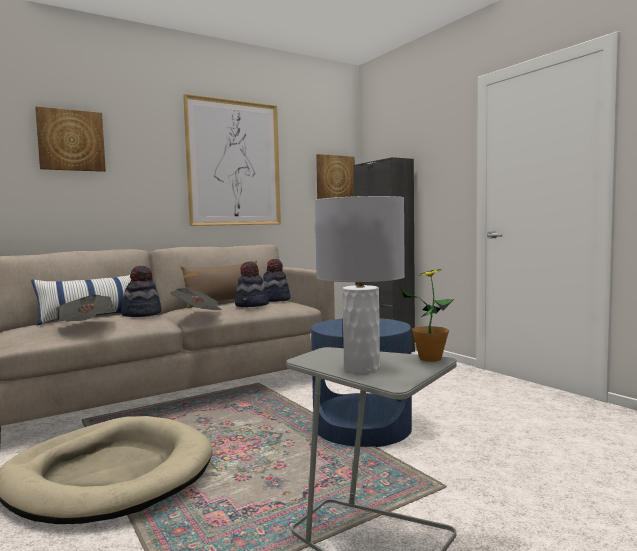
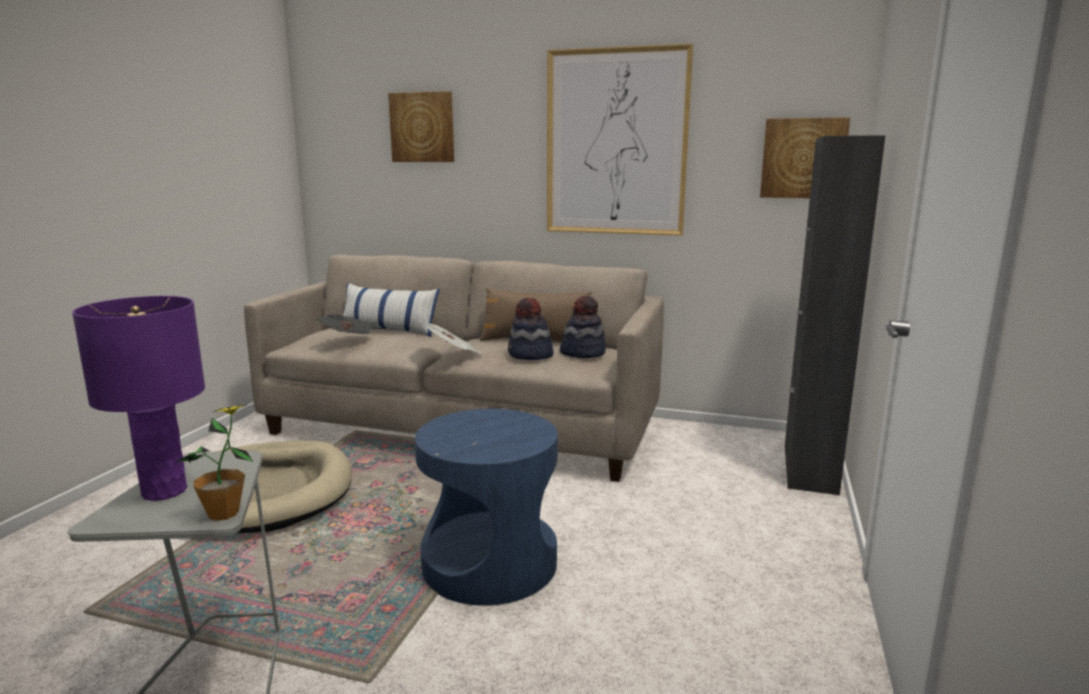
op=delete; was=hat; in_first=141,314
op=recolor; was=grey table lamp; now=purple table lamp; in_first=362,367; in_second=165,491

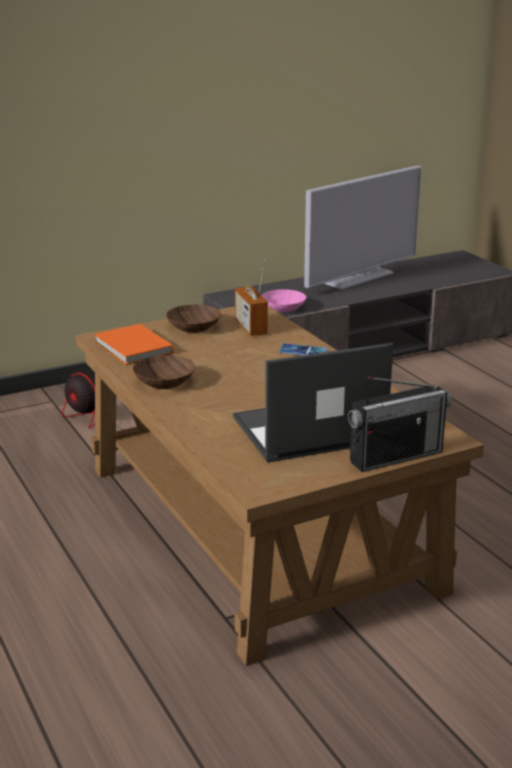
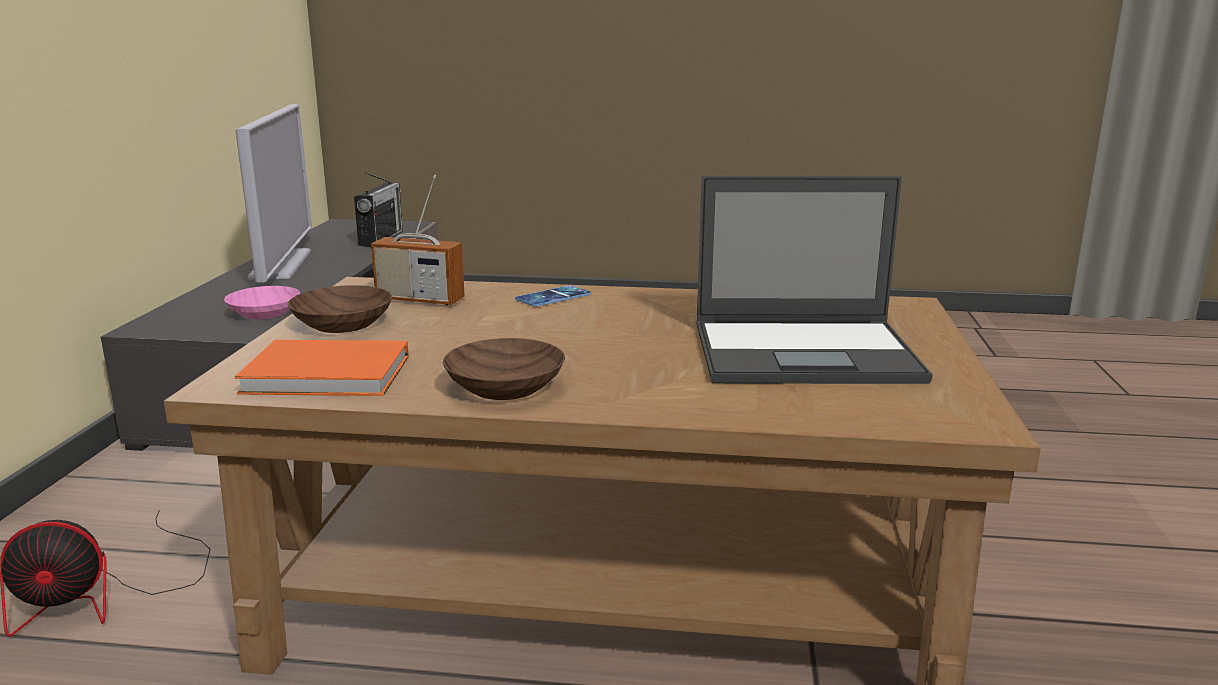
op=move; was=radio; in_first=396,457; in_second=381,238
op=rotate; was=laptop; in_first=307,430; in_second=807,353; clockwise=-105

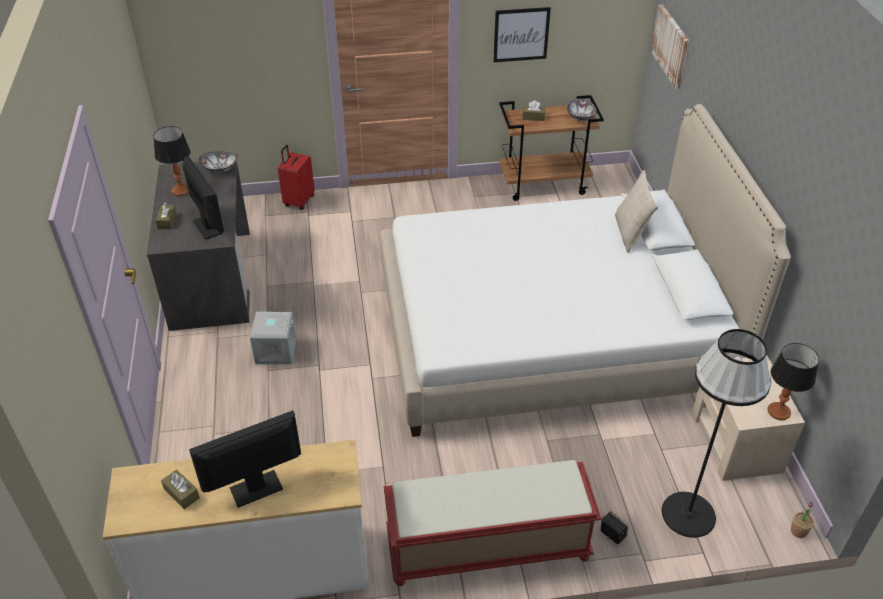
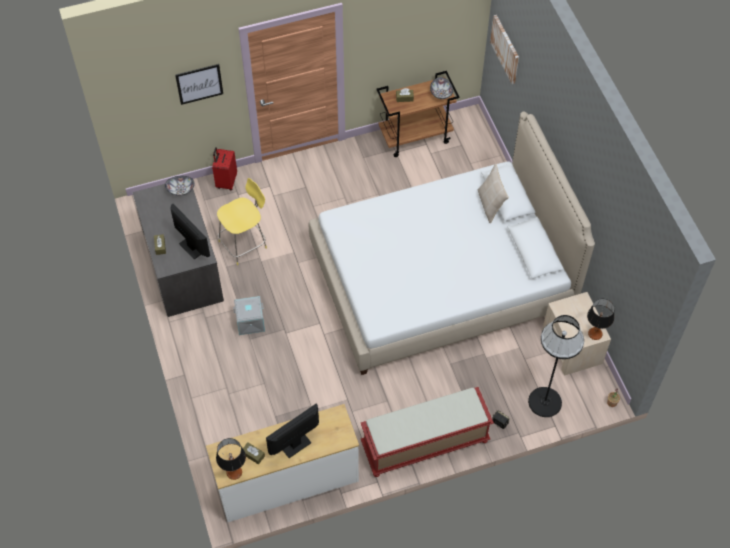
op=insert; now=yellow stool; in_second=244,243
op=move; was=table lamp; in_first=181,190; in_second=234,472
op=move; was=picture; in_first=521,34; in_second=199,84

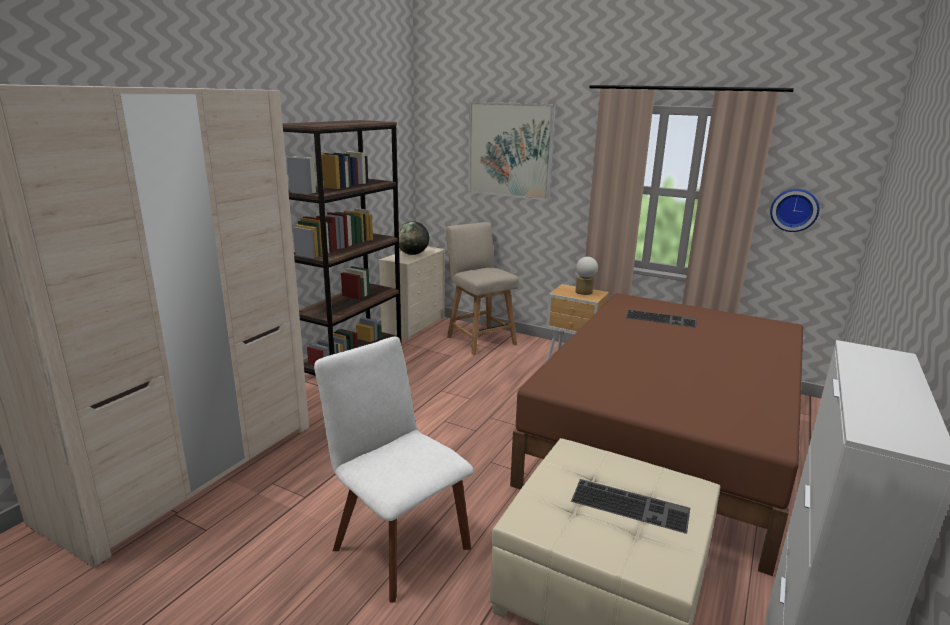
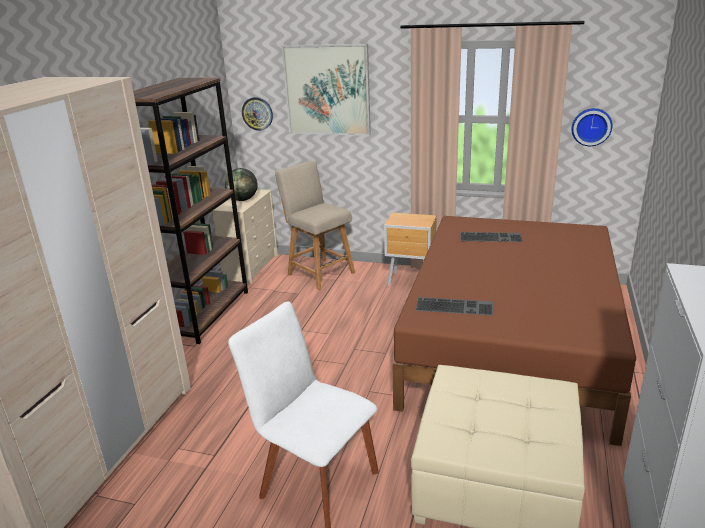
op=delete; was=table lamp; in_first=584,293
op=insert; now=wall clock; in_second=257,113
op=move; was=keyboard; in_first=631,504; in_second=455,306

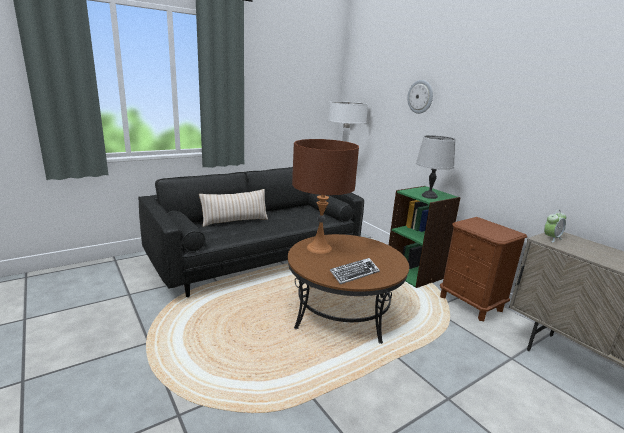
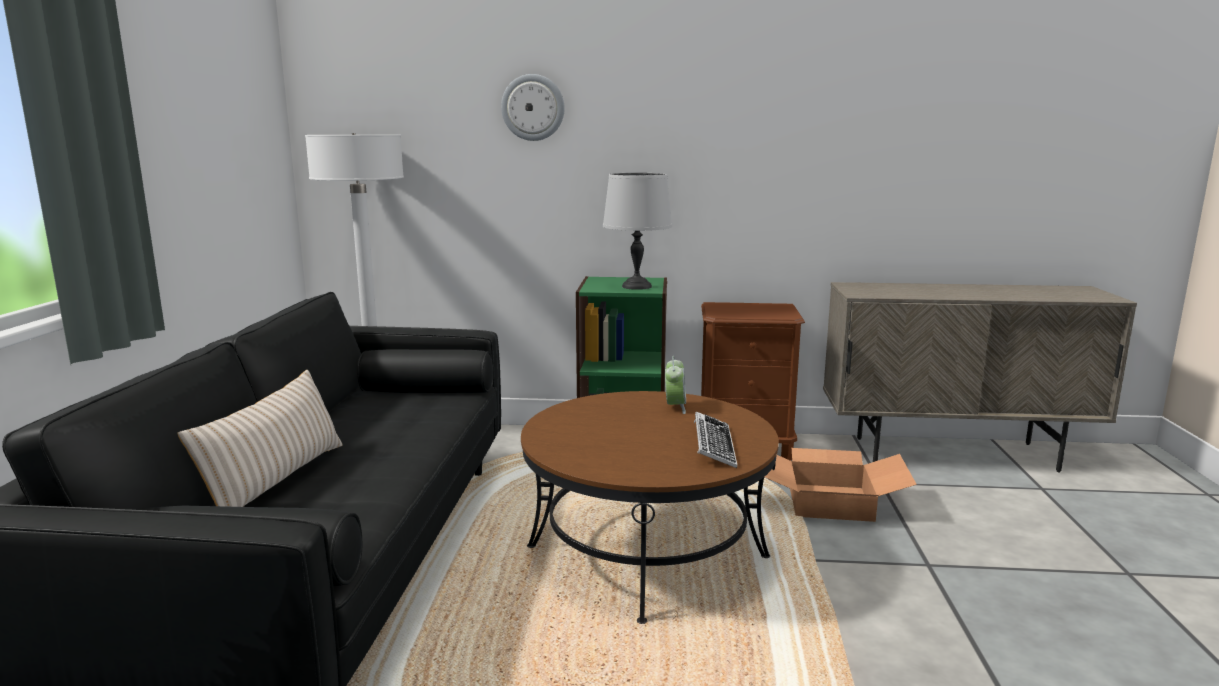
op=delete; was=brown table lamp; in_first=319,248
op=insert; now=cardboard box; in_second=831,501
op=move; was=alarm clock; in_first=551,238; in_second=675,407

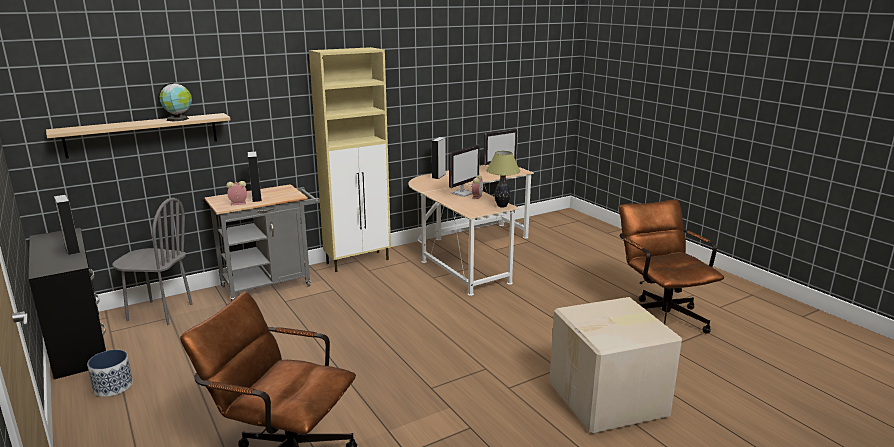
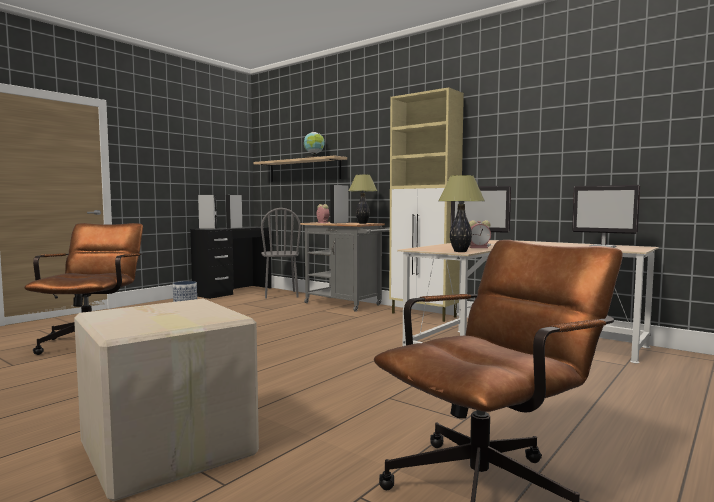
op=insert; now=table lamp; in_second=362,223
op=move; was=grey speaker; in_first=438,176; in_second=208,228

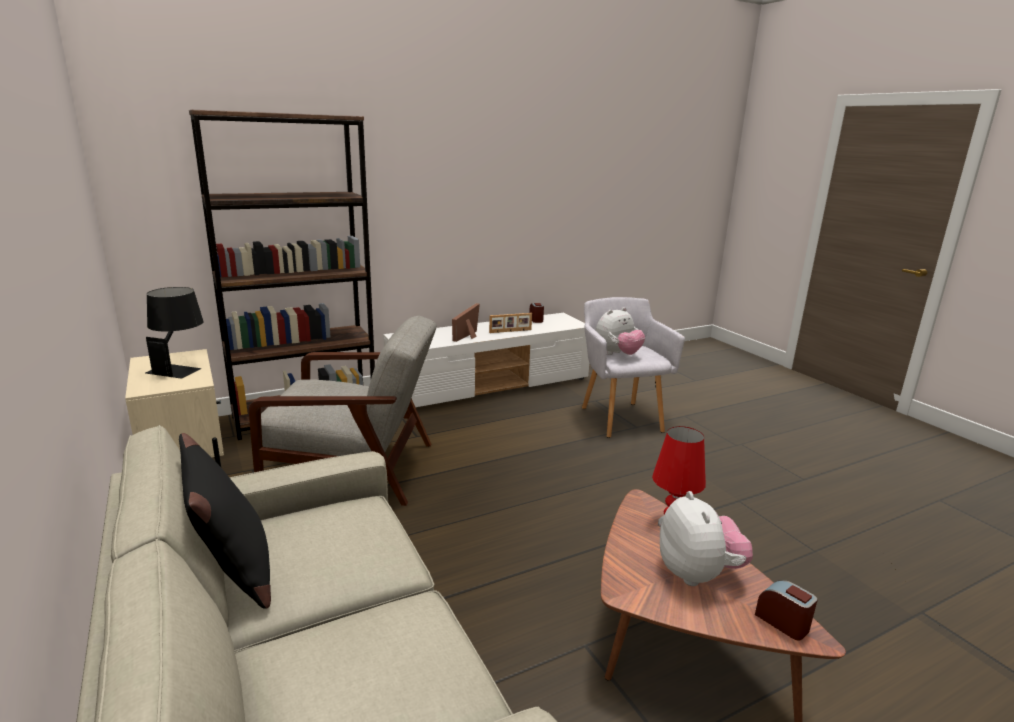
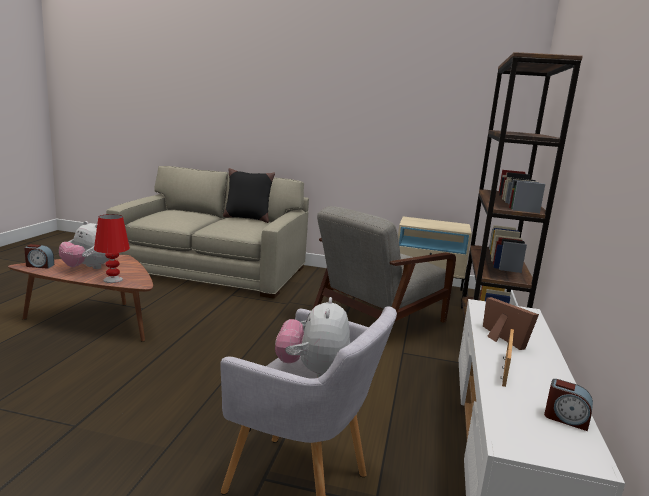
op=delete; was=black table lamp; in_first=180,367

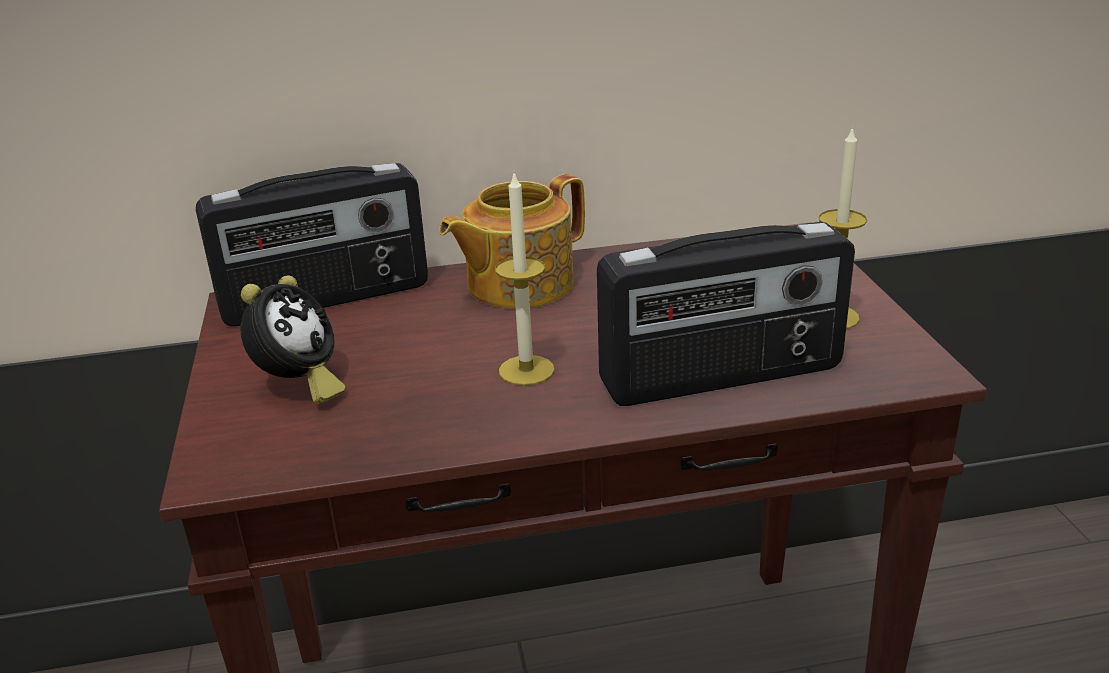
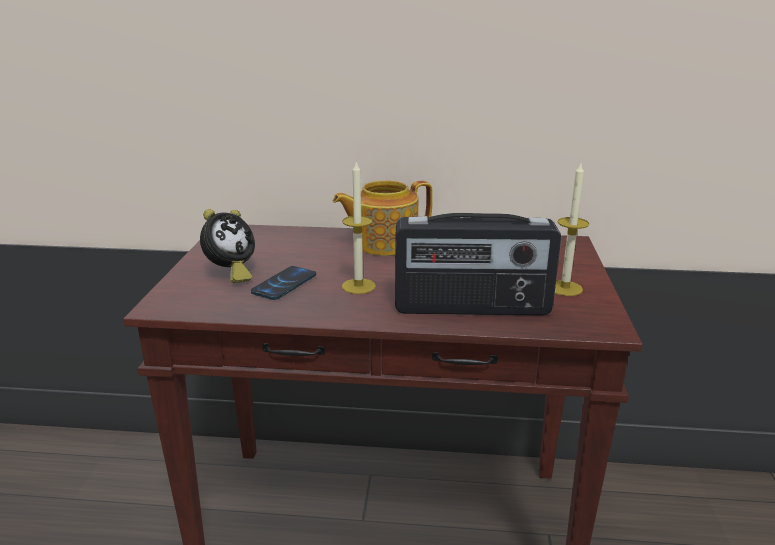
op=delete; was=radio; in_first=326,299
op=insert; now=phone; in_second=284,284

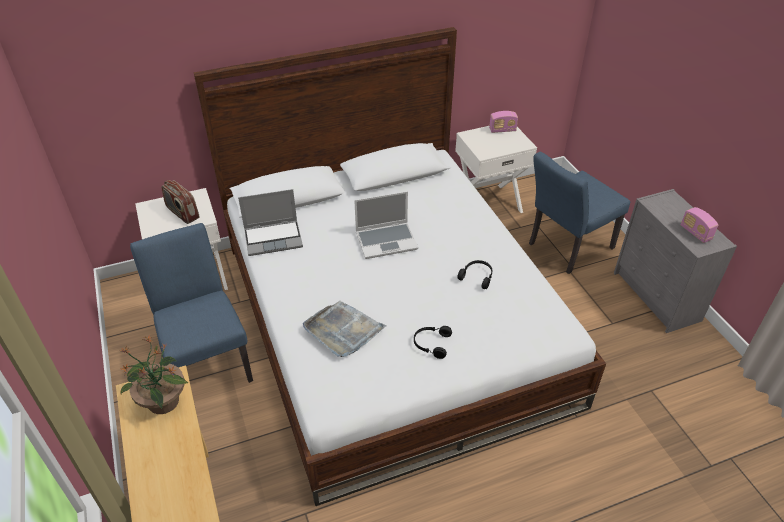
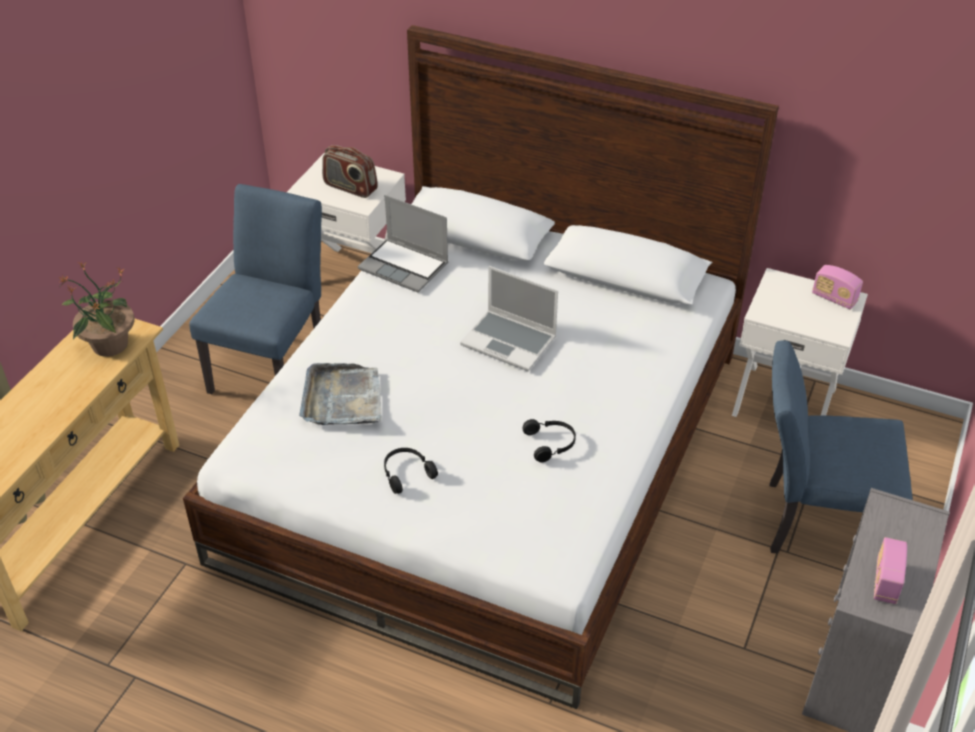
op=rotate; was=radio; in_first=182,213; in_second=350,187; clockwise=-60

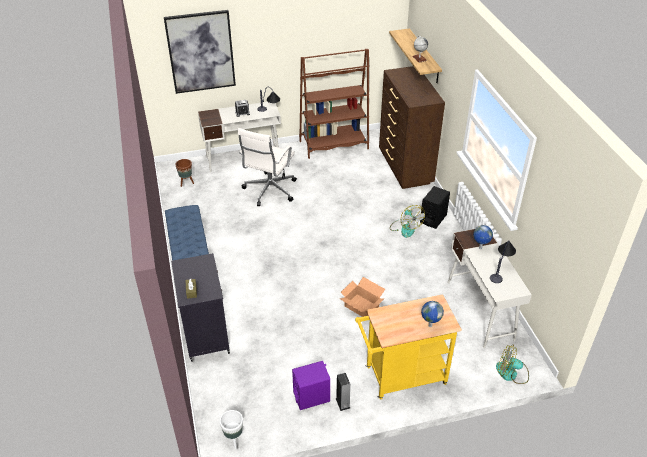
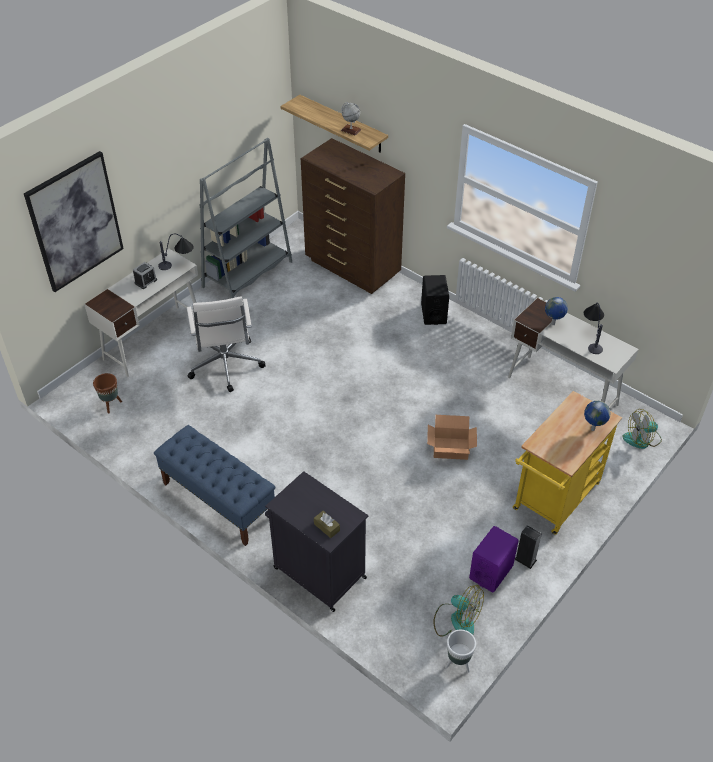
op=move; was=fan; in_first=405,228; in_second=456,620
op=recolor; was=brown bookcase; now=grey bookcase; in_first=334,145; in_second=247,274

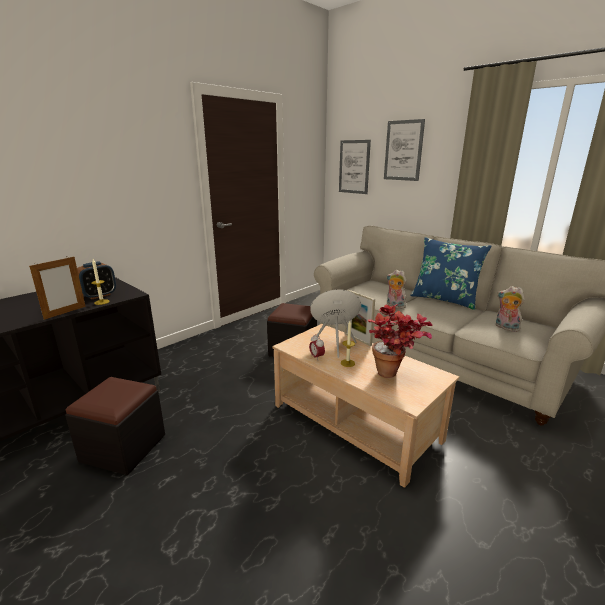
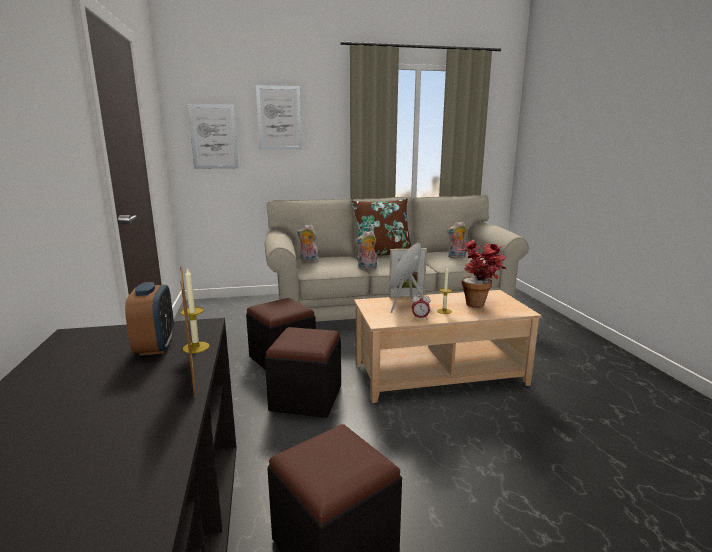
op=insert; now=black ottoman; in_second=306,398
op=insert; now=plush toy; in_second=308,261
op=recolor; was=blue pillow; now=brown pillow; in_first=444,299; in_second=382,255

